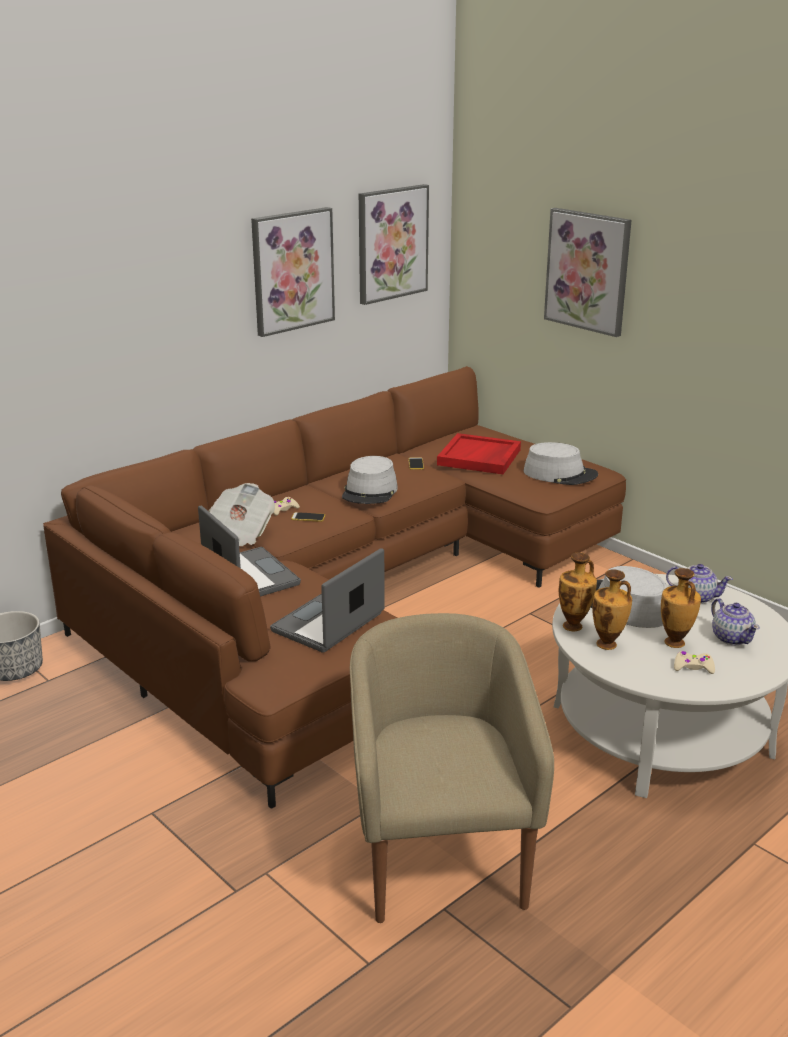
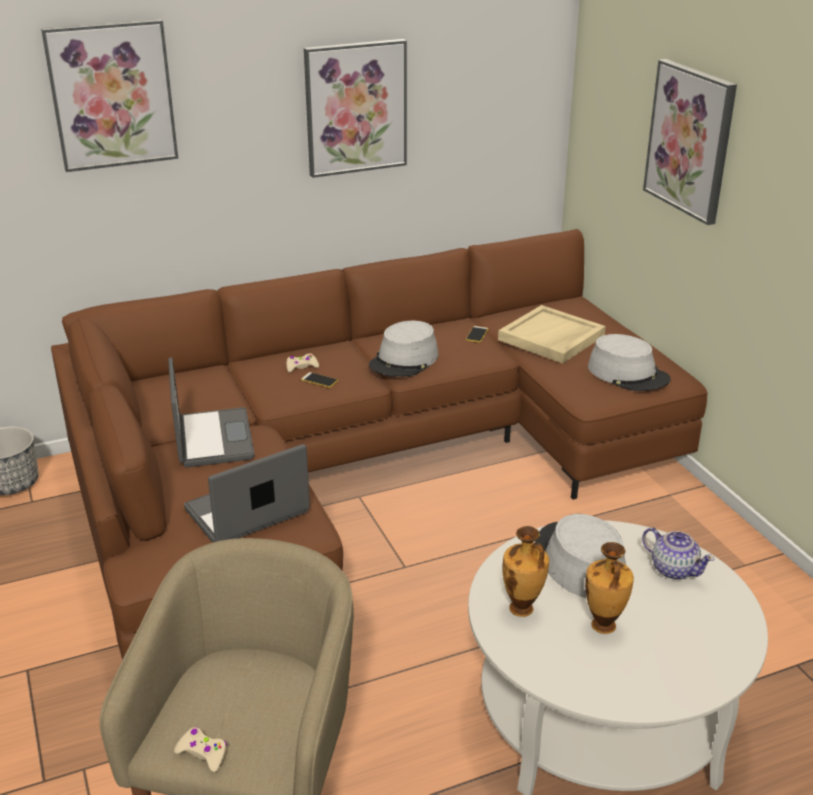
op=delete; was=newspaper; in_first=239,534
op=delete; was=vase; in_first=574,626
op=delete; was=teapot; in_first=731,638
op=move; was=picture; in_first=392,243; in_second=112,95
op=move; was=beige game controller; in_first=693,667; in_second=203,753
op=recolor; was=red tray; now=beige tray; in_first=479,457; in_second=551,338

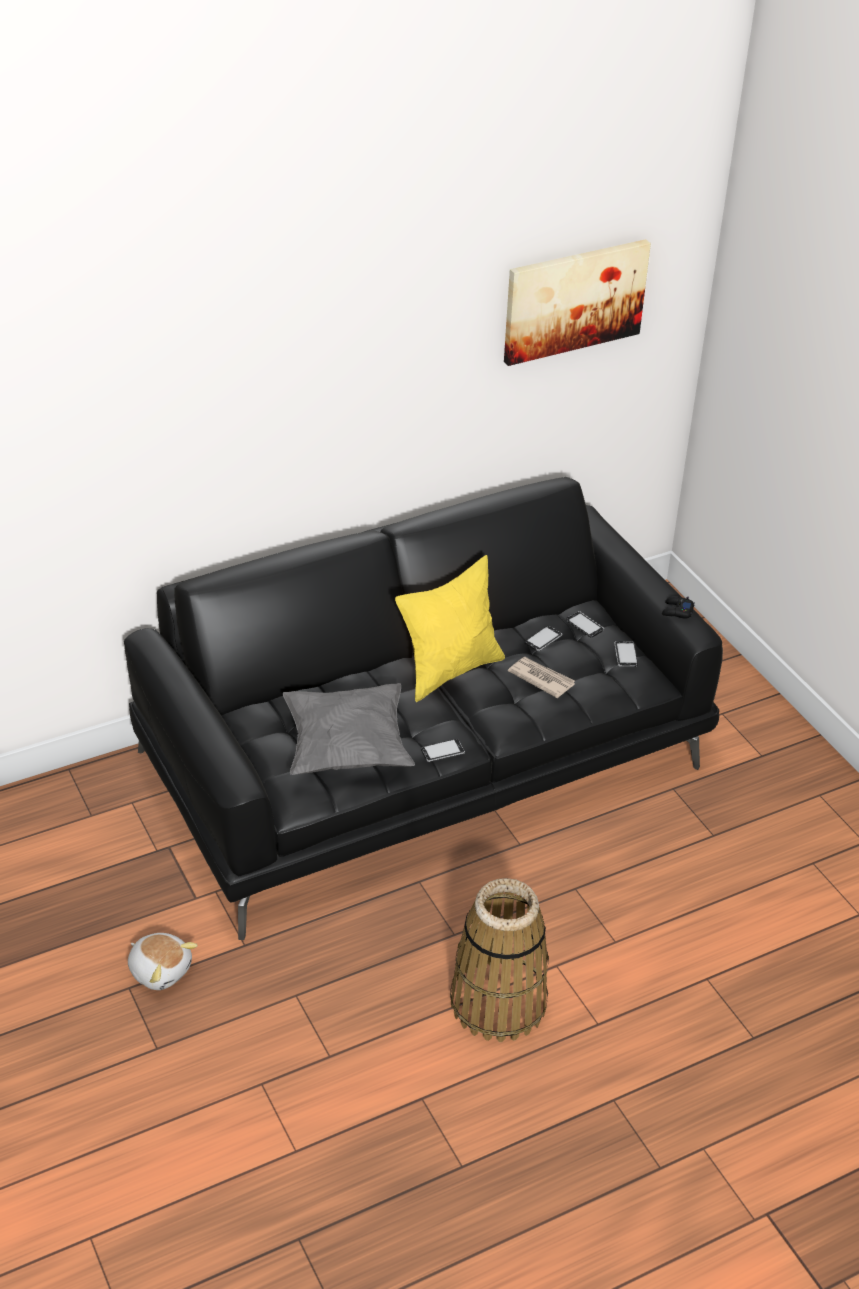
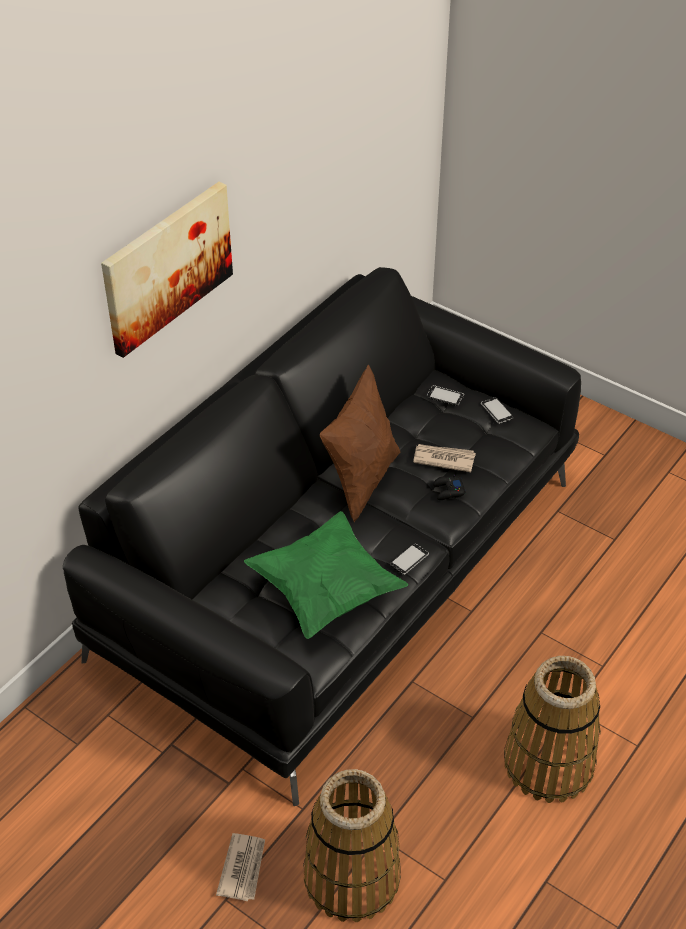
op=delete; was=phone; in_first=543,639
op=insert; now=basket; in_second=351,877
op=move; was=picture; in_first=574,300; in_second=167,267
op=move; was=black game controller; in_first=677,611; in_second=448,491
op=replace; was=plush toy; now=newspaper; in_first=160,970; in_second=243,868
op=recolor; was=grey pillow; now=green pillow; in_first=347,749; in_second=325,591
op=recolor; was=yellow pillow; now=brown pillow; in_first=449,670; in_second=361,480

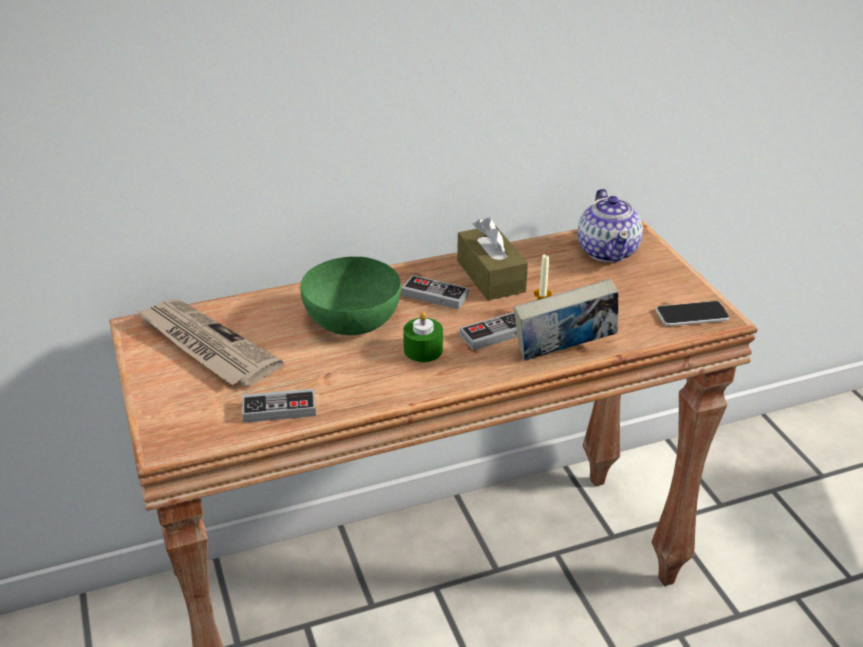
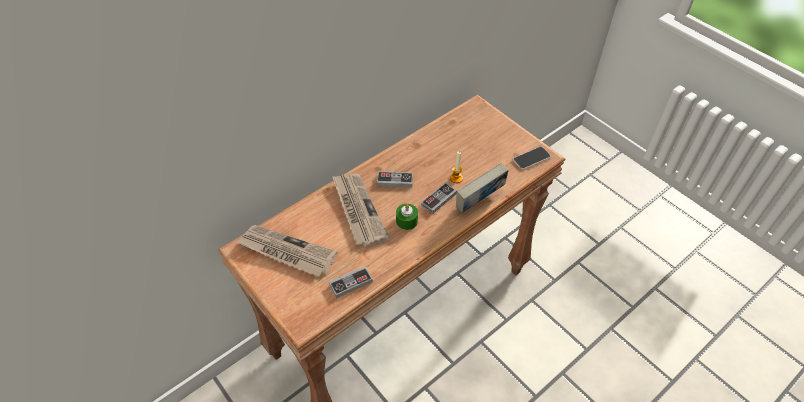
op=delete; was=brown tissue box; in_first=490,276
op=delete; was=teapot; in_first=608,251
op=replace; was=green bowl; now=newspaper; in_first=351,319; in_second=358,210

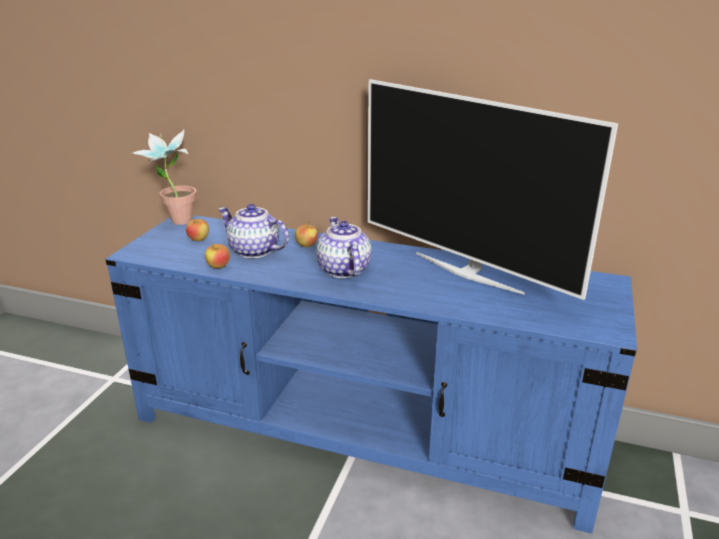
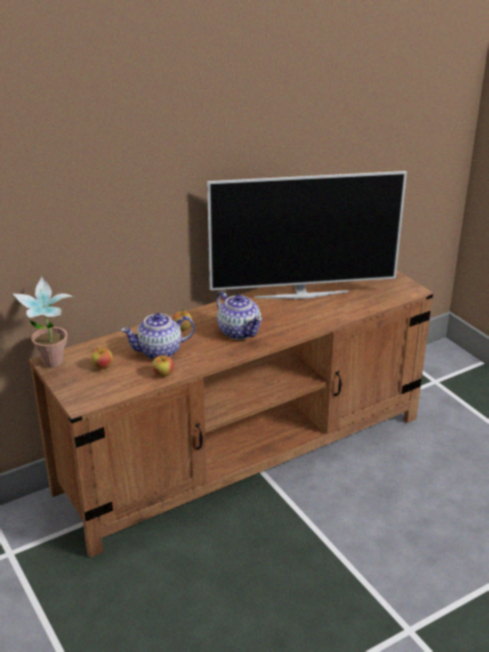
op=recolor; was=blue tv stand; now=brown tv stand; in_first=362,431; in_second=244,454
op=rotate; was=teapot; in_first=343,270; in_second=239,331; clockwise=-150

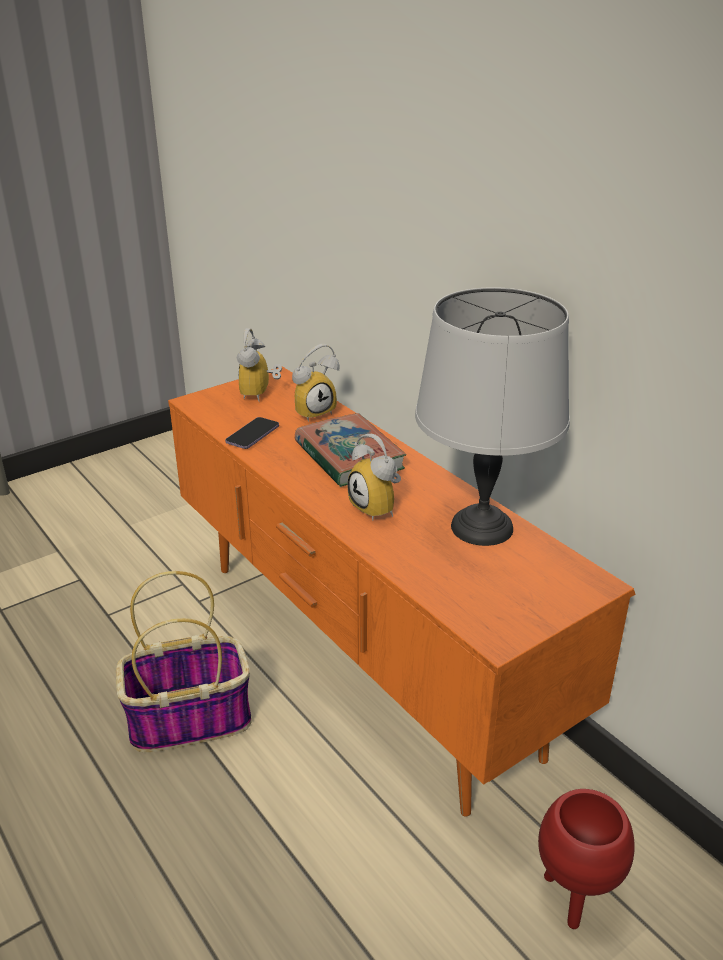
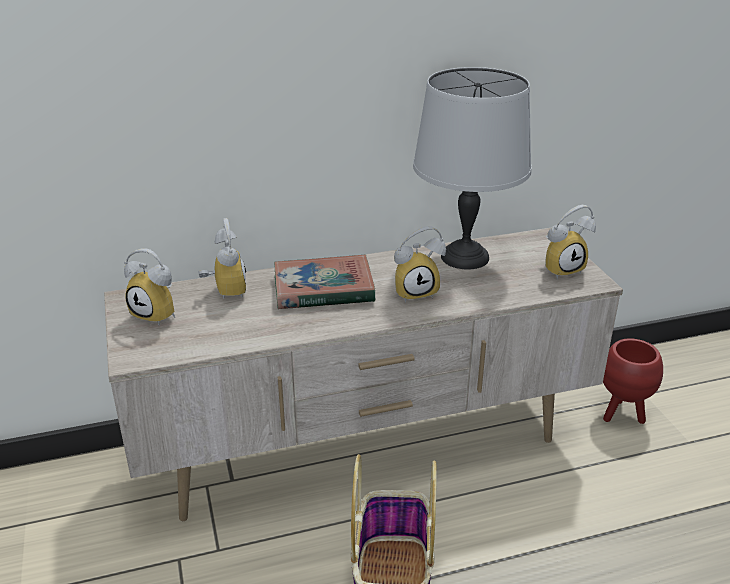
op=delete; was=phone; in_first=252,435
op=insert; now=alarm clock; in_second=562,268
op=recolor; was=orange tv stand; now=beige tv stand; in_first=361,656; in_second=364,451

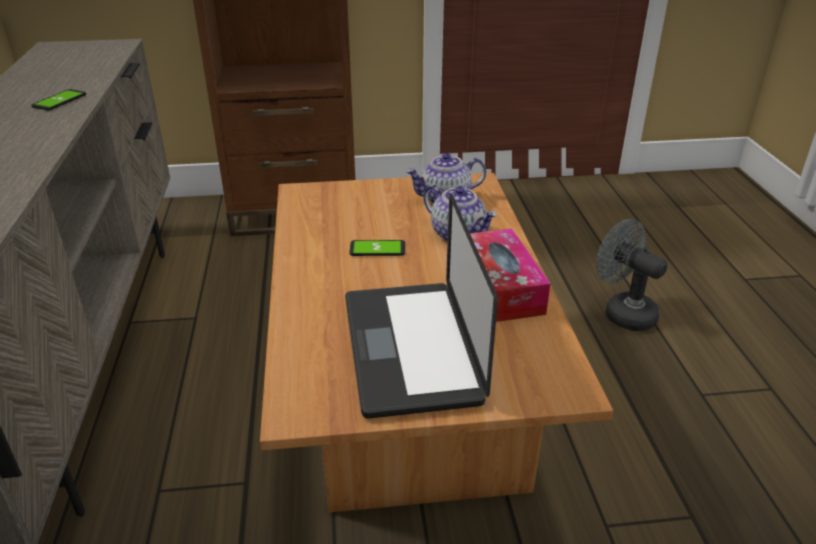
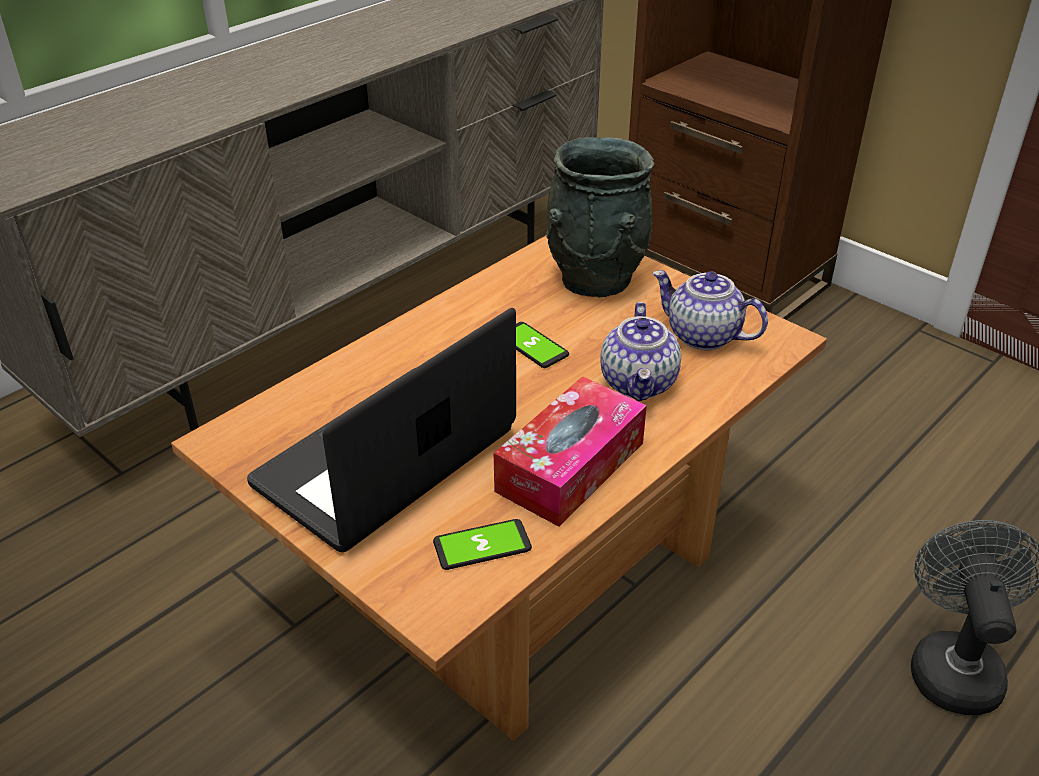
op=insert; now=grey vase; in_second=596,280
op=move; was=phone; in_first=59,101; in_second=482,545

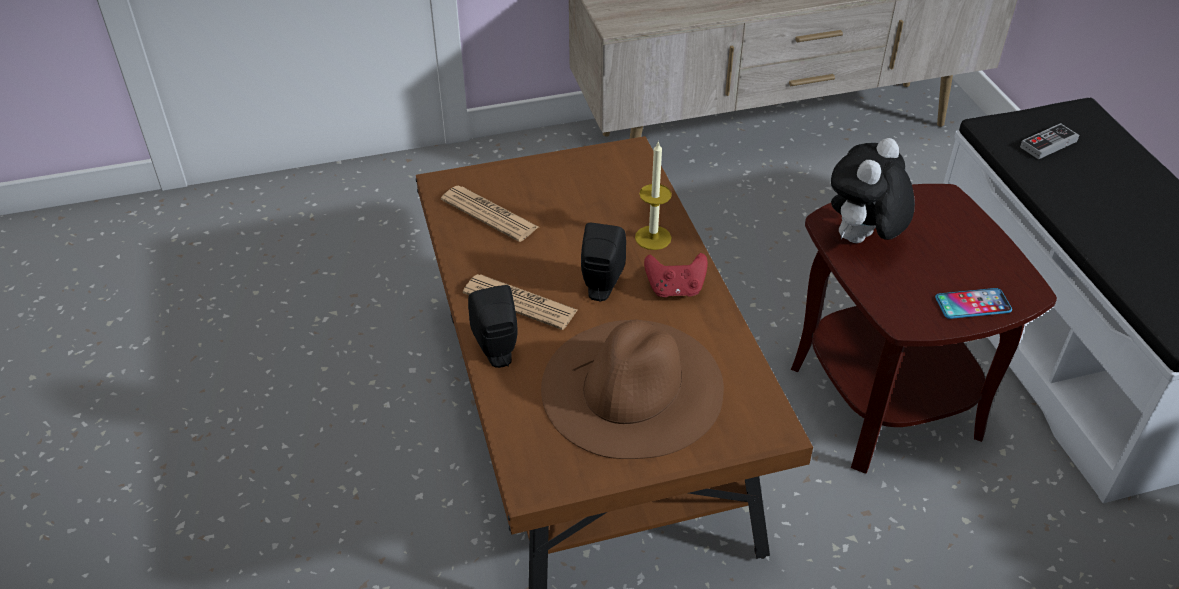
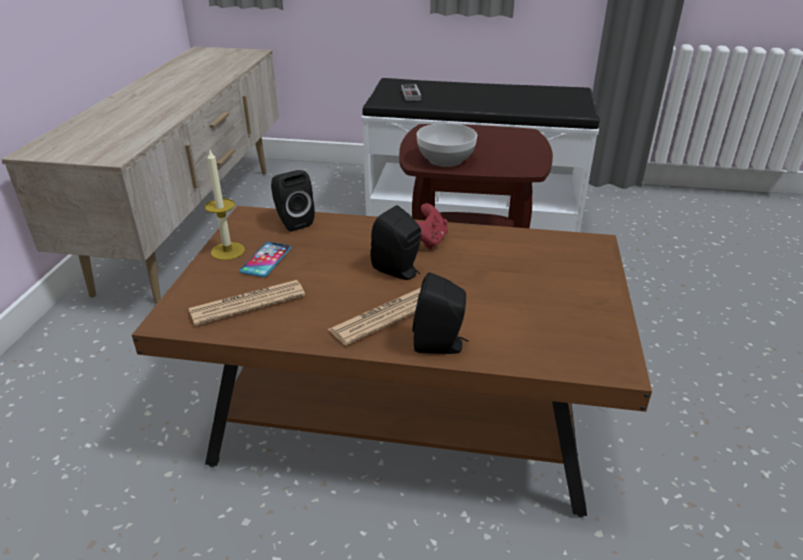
op=delete; was=brown hat; in_first=632,387
op=insert; now=black speaker; in_second=292,222
op=move; was=candle; in_first=653,237; in_second=227,251
op=move; was=phone; in_first=972,304; in_second=266,260
op=replace; was=plush toy; now=bowl; in_first=861,241; in_second=446,160

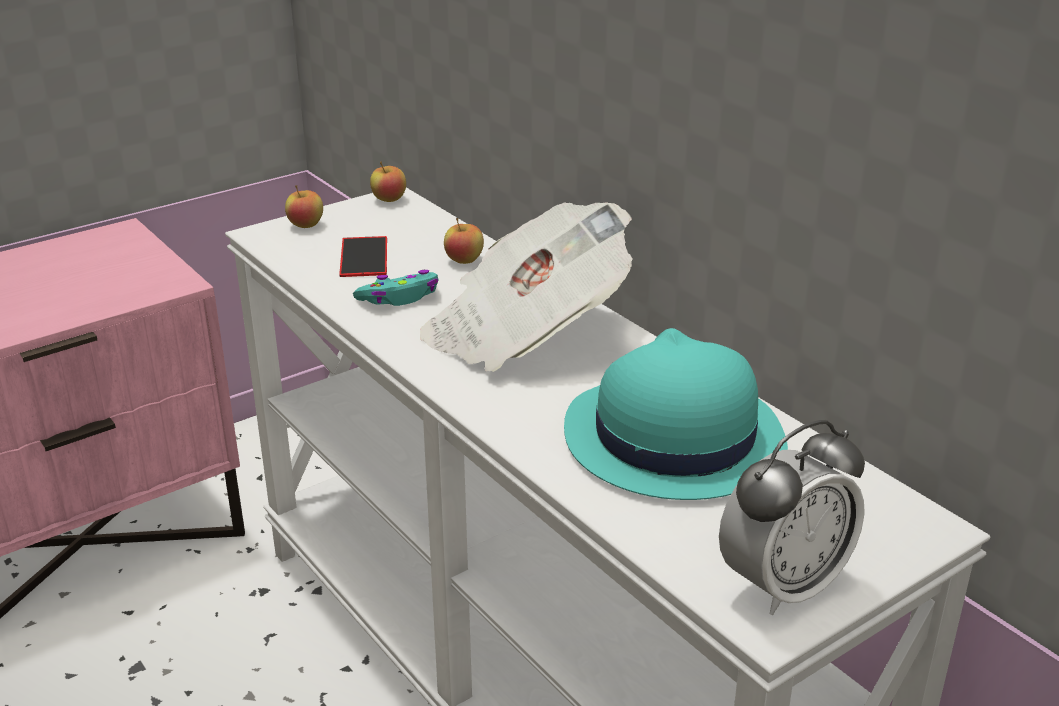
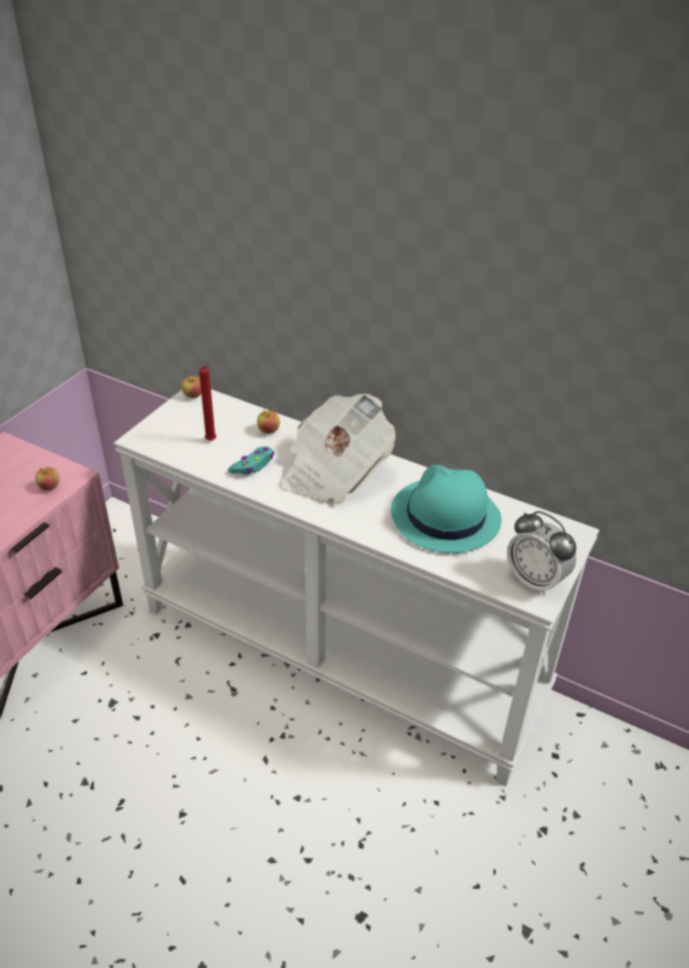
op=move; was=apple; in_first=306,225; in_second=49,487
op=replace; was=phone; now=red candle; in_first=364,257; in_second=211,441
op=rotate; was=alarm clock; in_first=783,585; in_second=535,580; clockwise=105

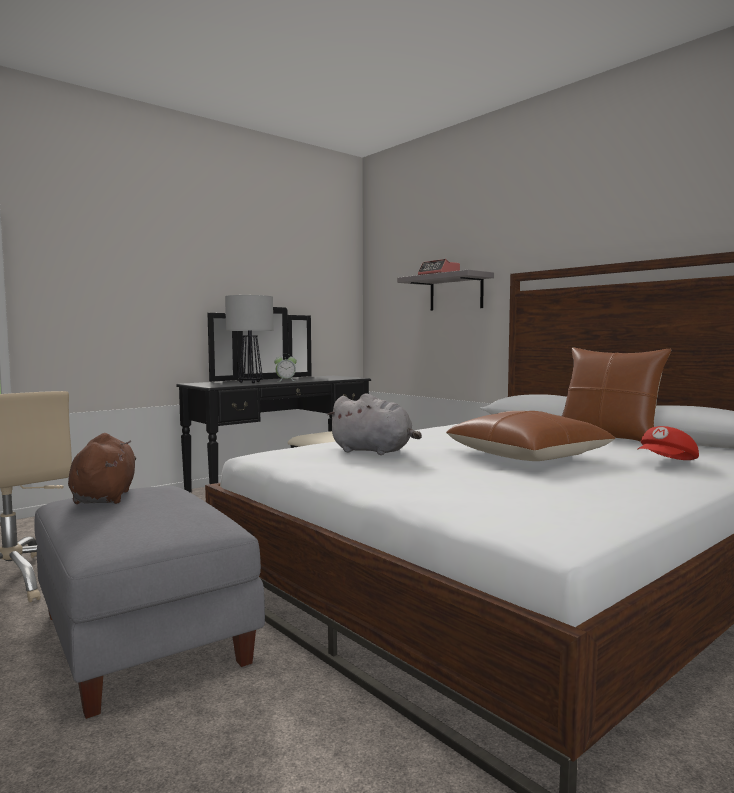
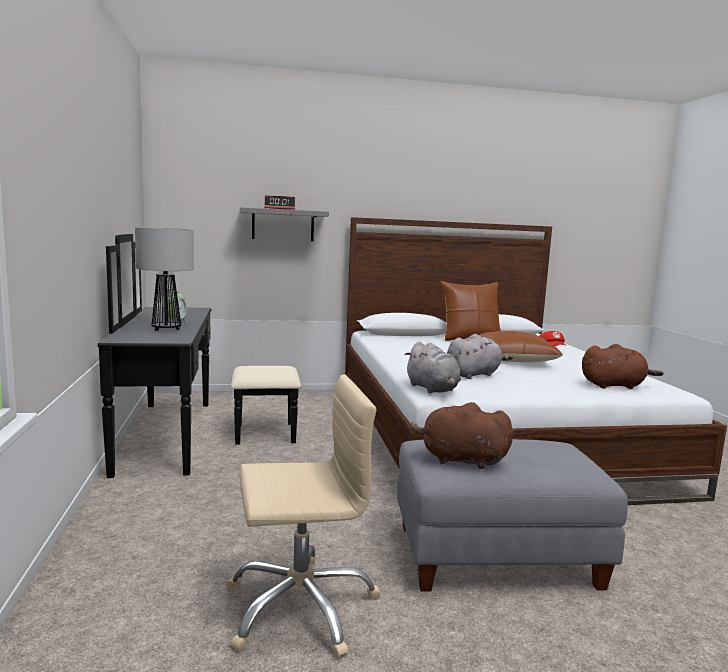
op=insert; now=grey plush toy; in_second=433,389
op=insert; now=brown plush toy; in_second=615,385

